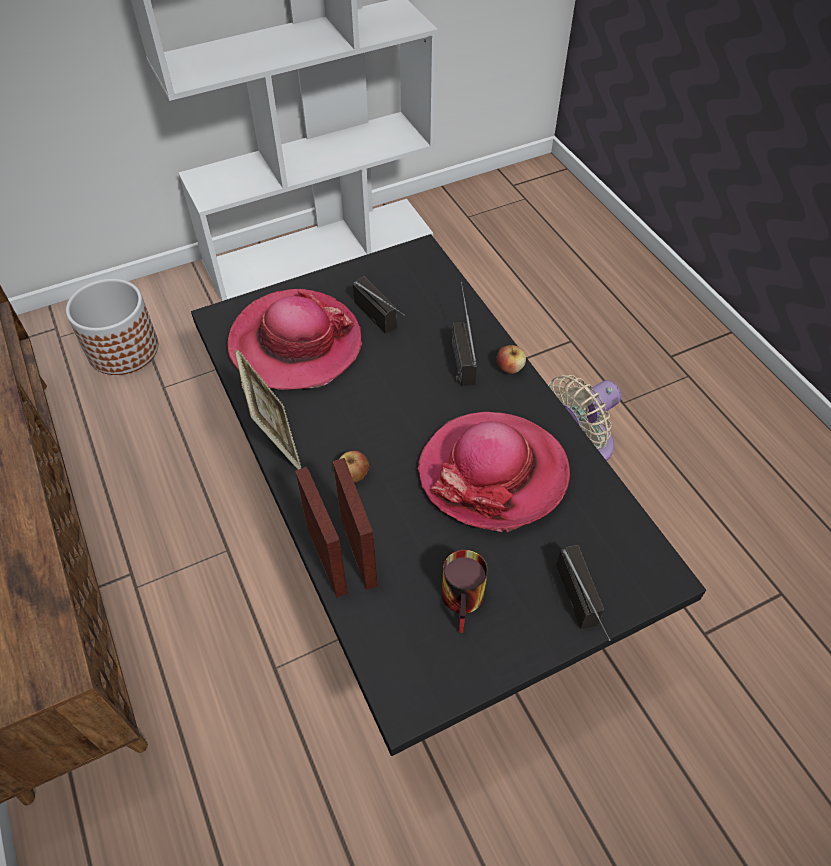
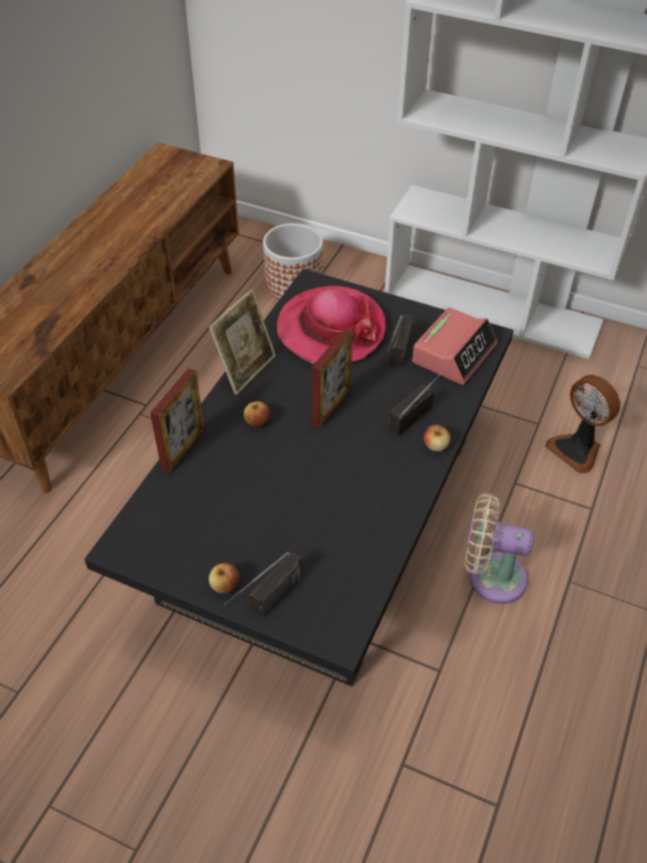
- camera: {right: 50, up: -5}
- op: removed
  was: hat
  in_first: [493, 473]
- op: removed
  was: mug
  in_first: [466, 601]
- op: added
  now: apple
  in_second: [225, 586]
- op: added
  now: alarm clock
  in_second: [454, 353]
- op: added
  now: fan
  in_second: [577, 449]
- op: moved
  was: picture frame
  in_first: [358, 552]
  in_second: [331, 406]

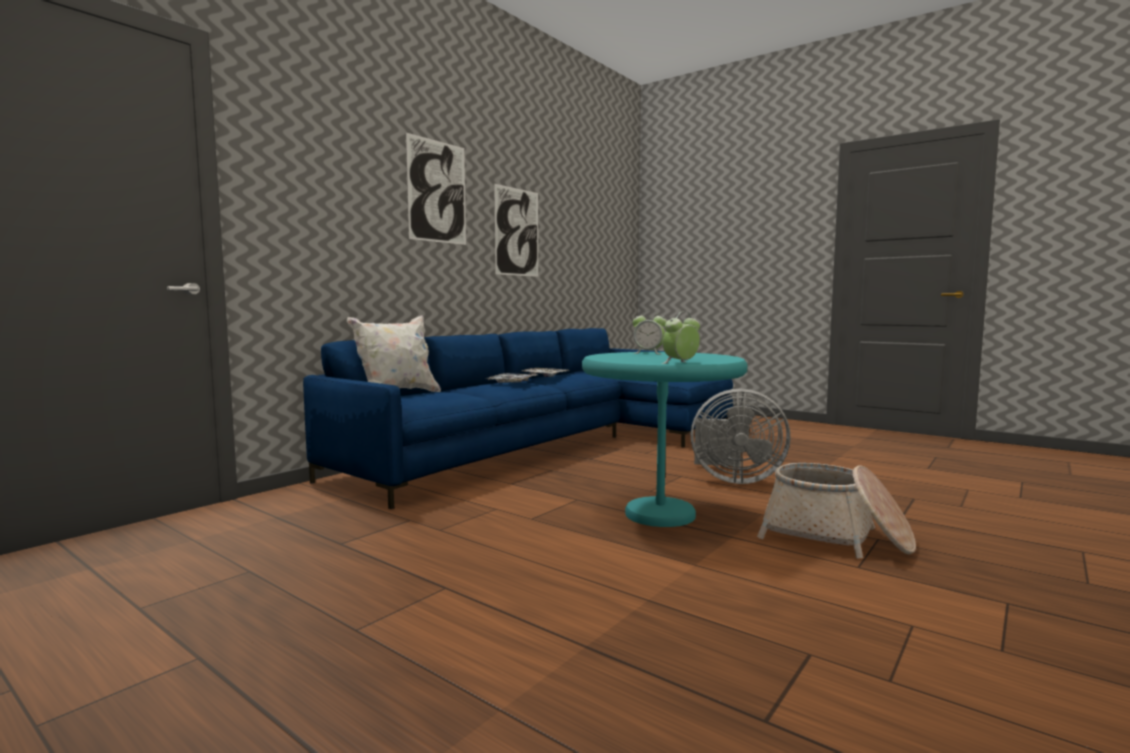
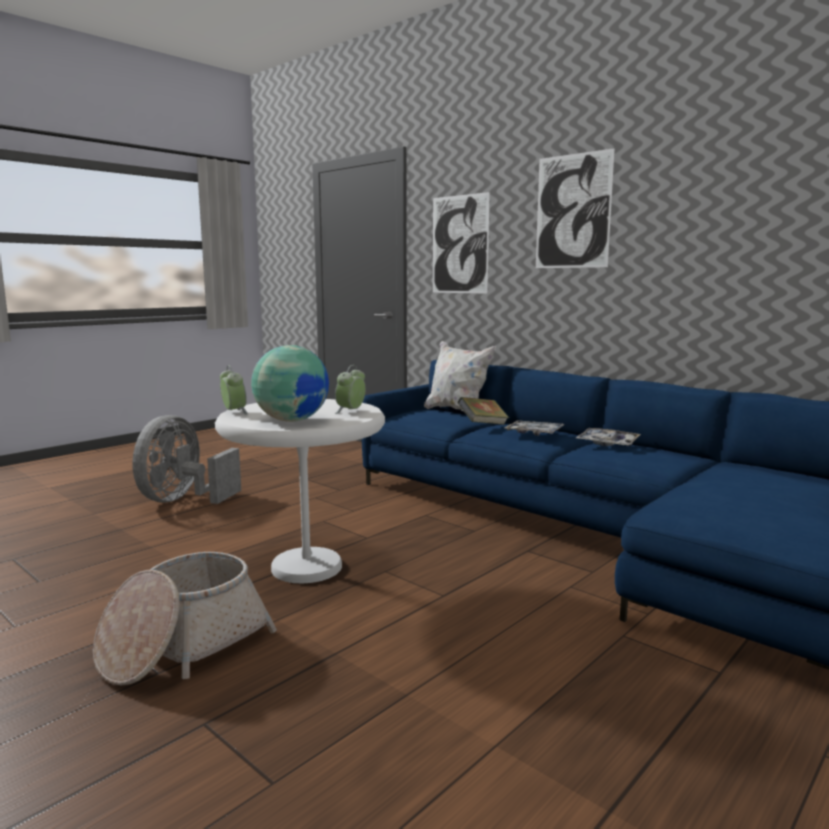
- camera: {right: 95, up: 5}
- op: added
  now: globe
  in_second: [291, 420]
- op: added
  now: book
  in_second: [483, 425]
- op: moved
  was: picture
  in_first: [517, 232]
  in_second: [459, 244]
- op: moved
  was: grey fan
  in_first: [733, 479]
  in_second: [183, 500]
- op: recoloured
  was: turquoise side table
  now: white side table
  in_first: [660, 514]
  in_second: [307, 567]

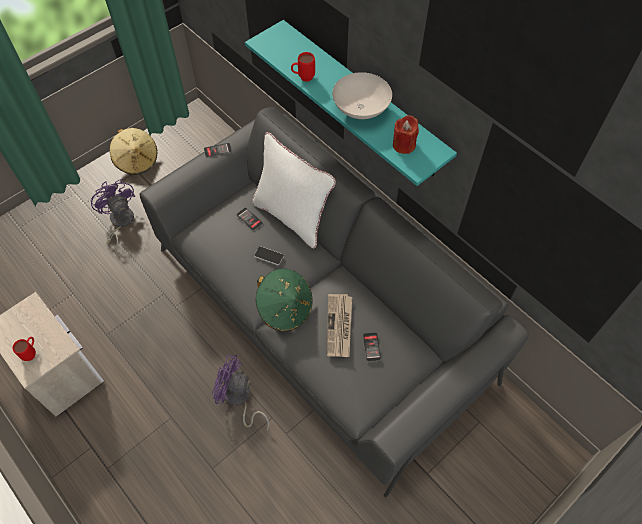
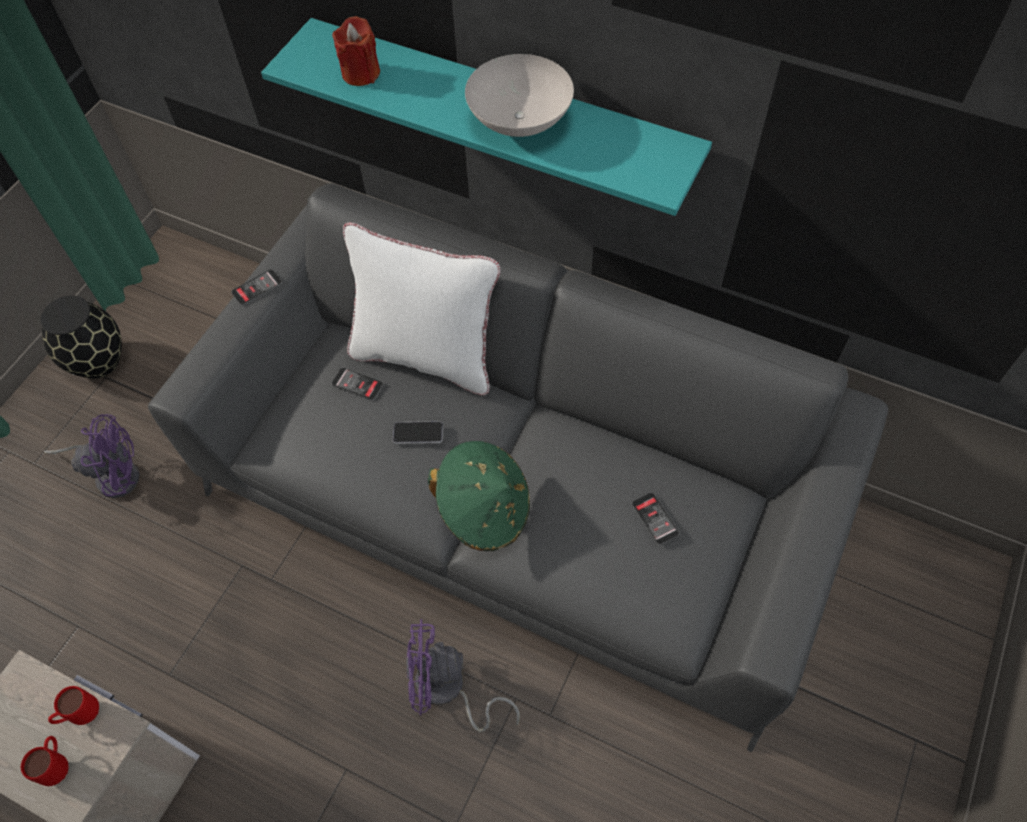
- camera: {right: -20, up: 0}
- op: removed
  was: newspaper
  in_first: [339, 326]
- op: moved
  was: red mug
  in_first: [303, 78]
  in_second: [82, 715]
- op: moved
  was: red candle
  in_first: [404, 145]
  in_second: [361, 73]
- op: replaced
  was: beige hat
  now: black vase
  in_first: [137, 160]
  in_second: [99, 360]
- op: turned
  was: purple fan
  in_first: [120, 223]
  in_second: [113, 474]
  clockwise: 135

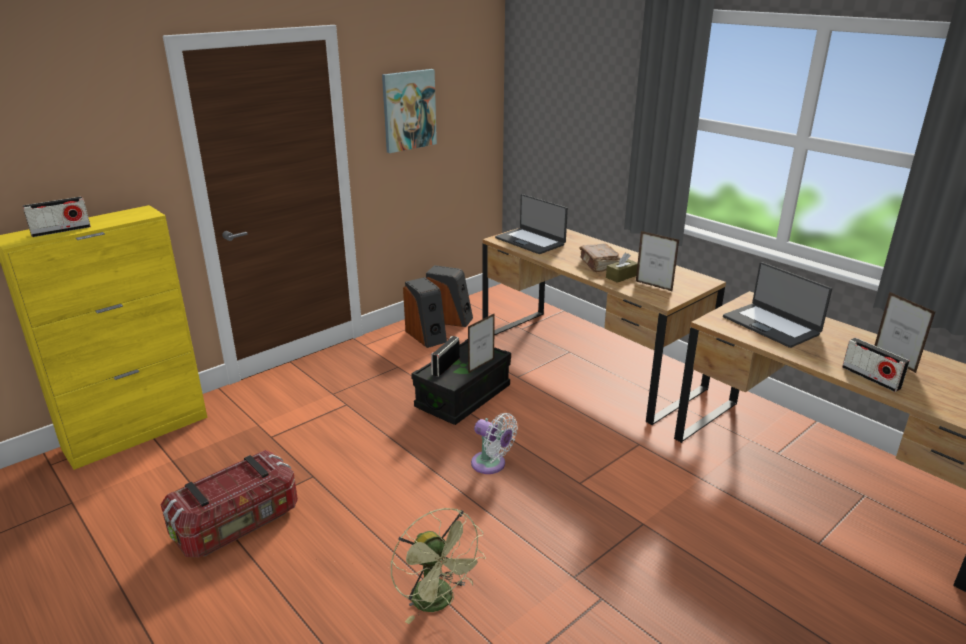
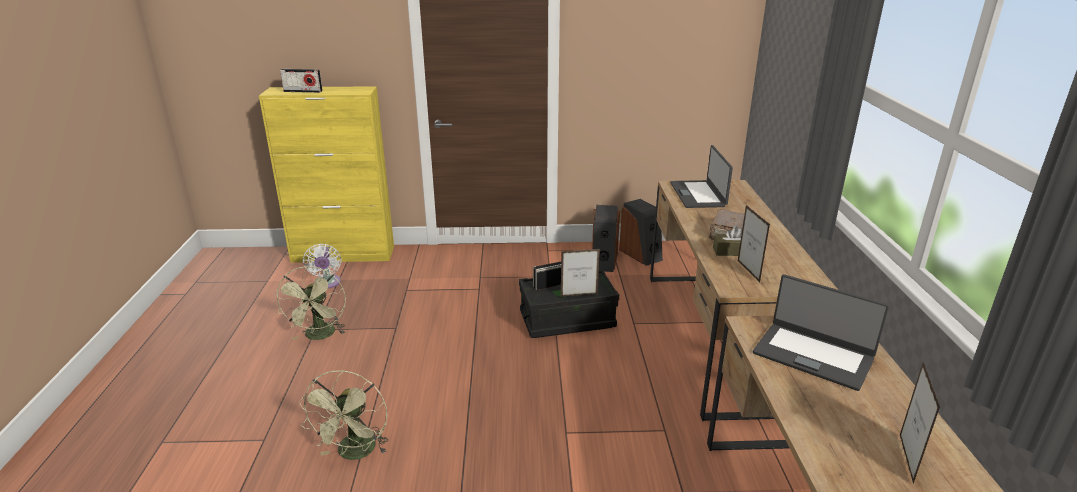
- camera: {right: 40, up: 0}
- op: removed
  was: picture
  in_first: [409, 110]
- op: removed
  was: radio
  in_first: [870, 378]
- op: moved
  was: white fan
  in_first: [491, 465]
  in_second: [327, 283]
- op: replaced
  was: storage box
  now: green fan
  in_first: [237, 524]
  in_second: [320, 336]
- op: turned
  was: laptop
  in_first: [771, 325]
  in_second: [813, 355]
  clockwise: -60

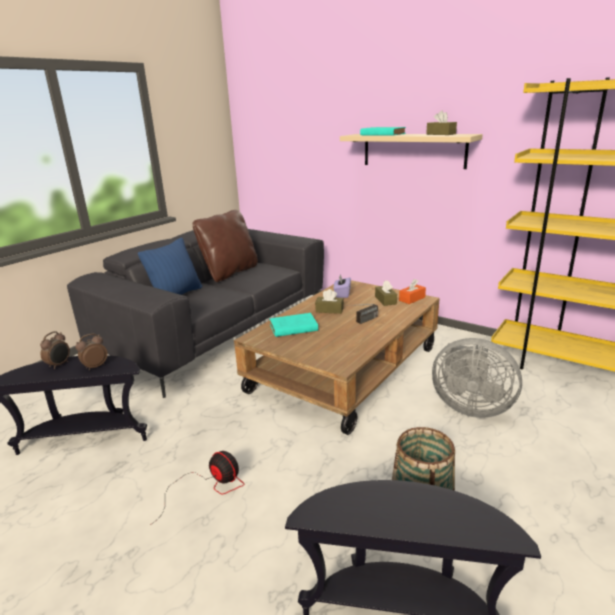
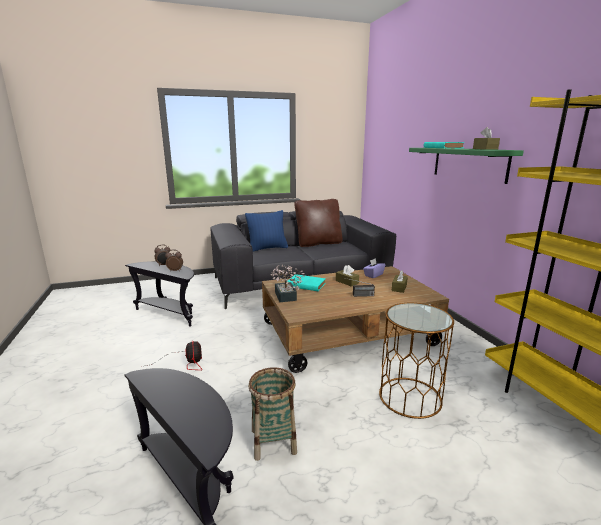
- camera: {right: 35, up: -5}
- op: removed
  was: orange tissue box
  in_first: [412, 299]
- op: added
  now: potted plant
  in_second: [285, 297]
- op: replaced
  was: grey fan
  now: brown side table
  in_first: [469, 407]
  in_second: [410, 397]
- op: recoloured
  was: beige shelf
  now: green shelf
  in_first: [413, 150]
  in_second: [469, 163]

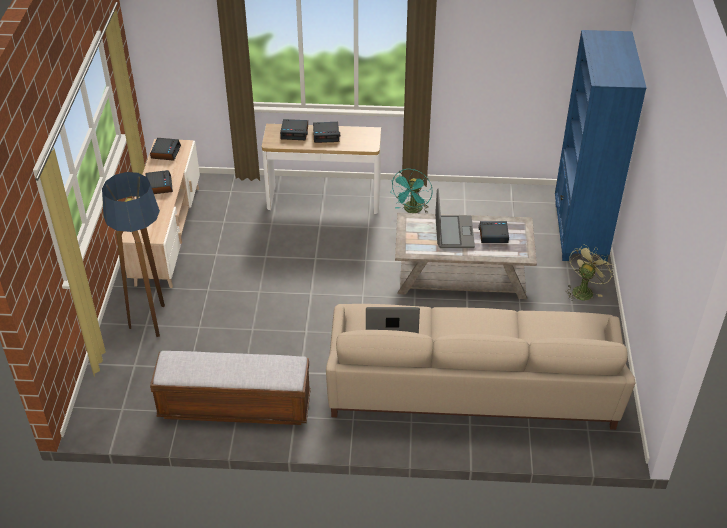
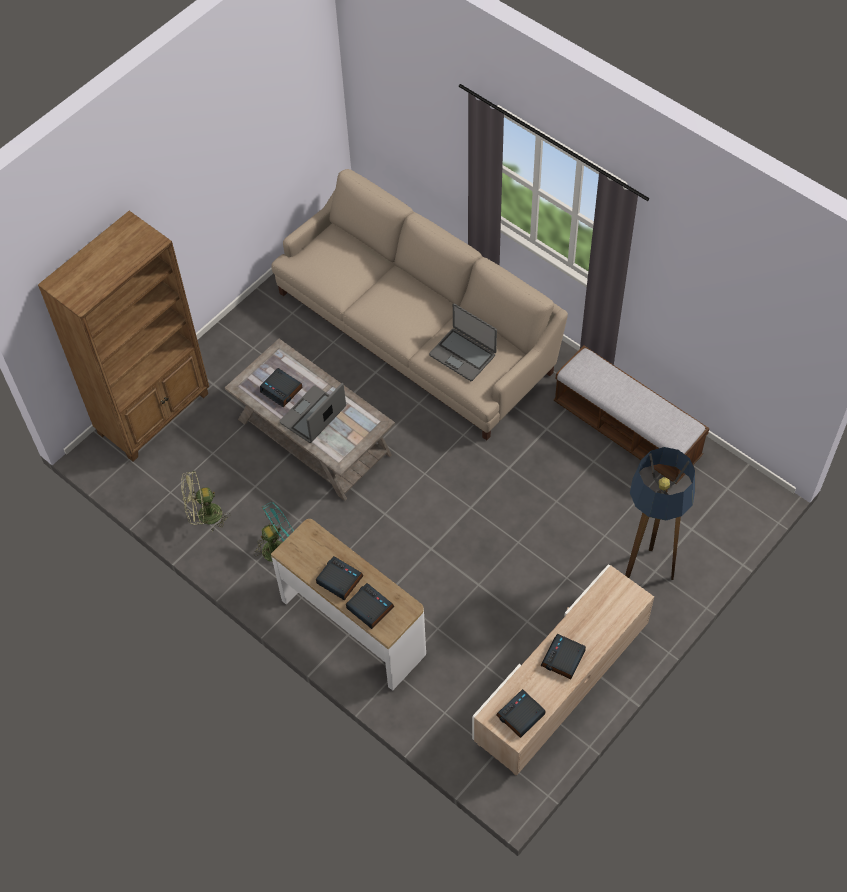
- camera: {right: -140, up: 15}
- op: moved
  was: green fan
  in_first: [584, 290]
  in_second: [204, 516]
- op: recoloured
  was: blue bookcase
  now: brown bookcase
  in_first: [579, 232]
  in_second: [155, 413]

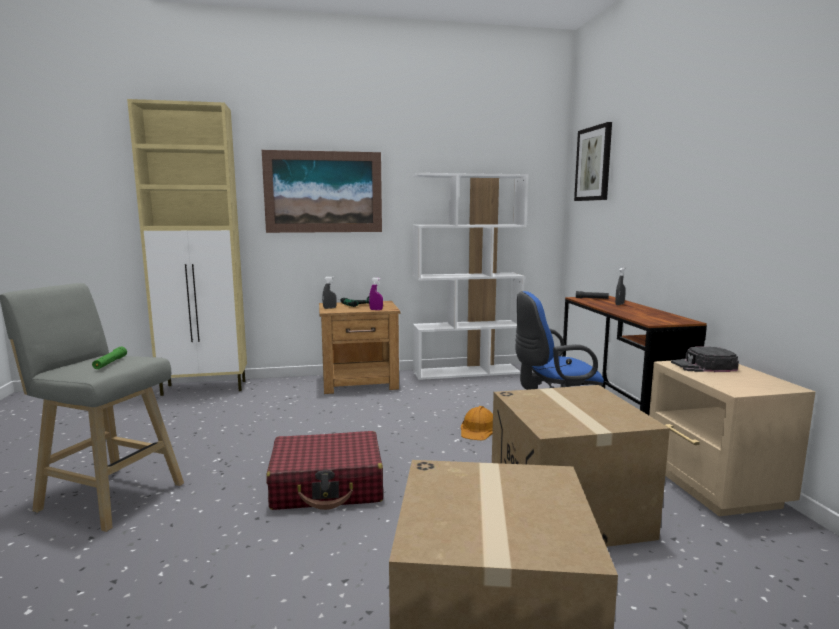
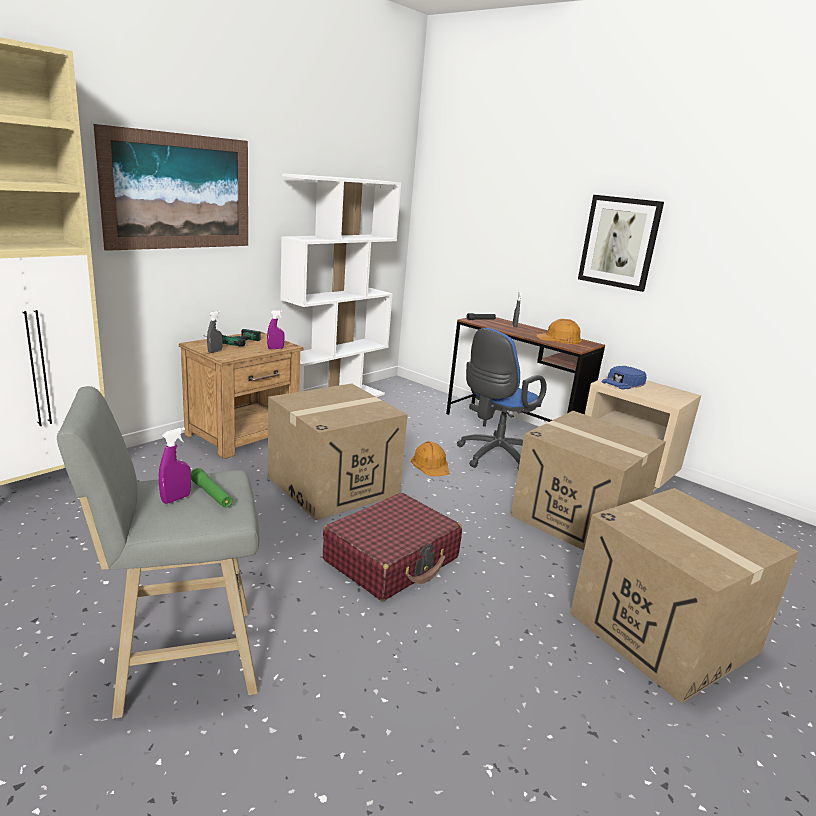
- camera: {right: -40, up: 10}
- op: added
  now: purple spray bottle
  in_second: [176, 499]
- op: added
  now: cardboard box
  in_second: [333, 485]
- op: added
  now: orange hard hat
  in_second: [559, 339]
- op: moved
  was: picture
  in_first: [593, 164]
  in_second: [619, 242]
- op: recoloured
  was: black cap
  now: blue cap
  in_first: [703, 366]
  in_second: [623, 383]

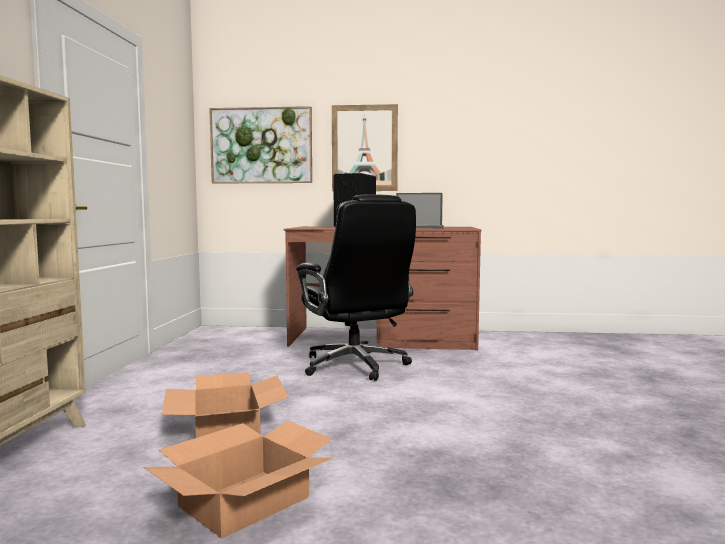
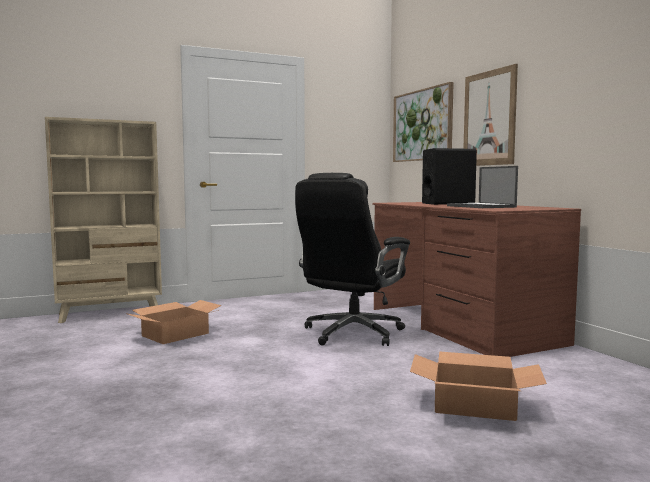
- camera: {right: 60, up: 0}
- op: moved
  was: cardboard box
  in_first: [244, 501]
  in_second: [474, 404]

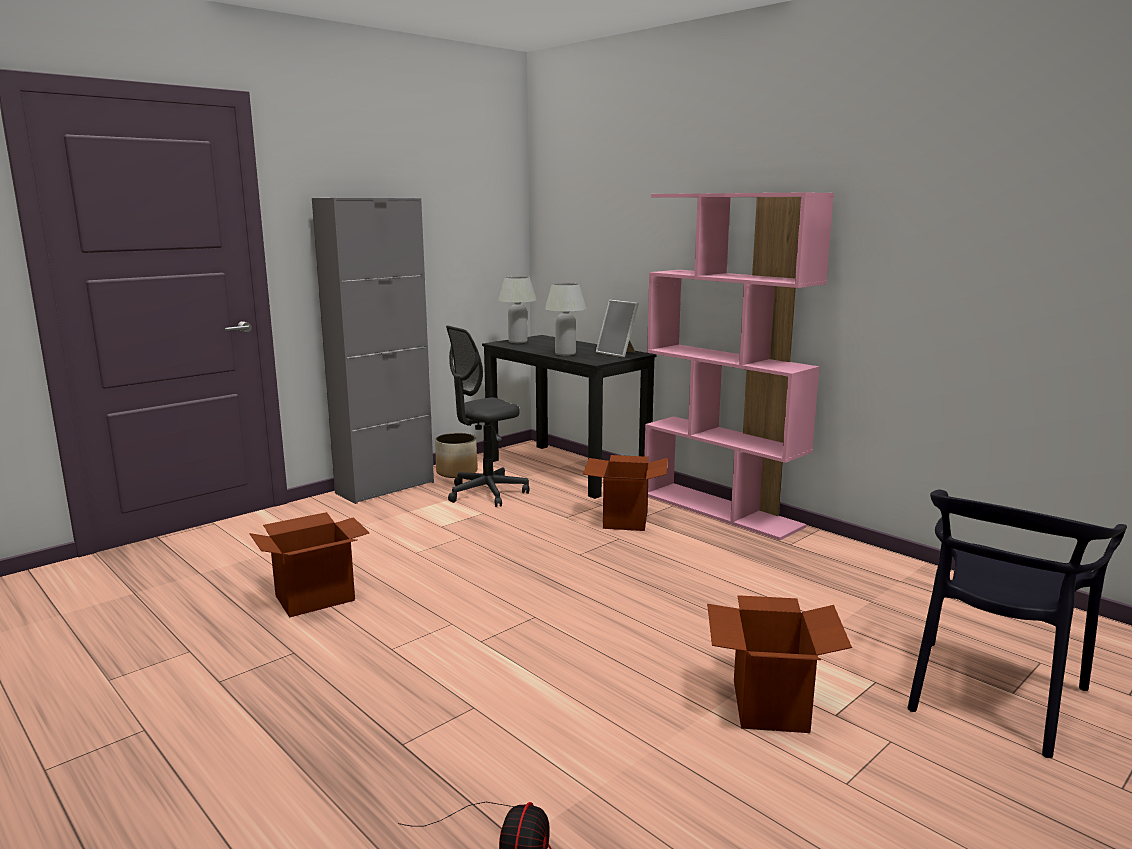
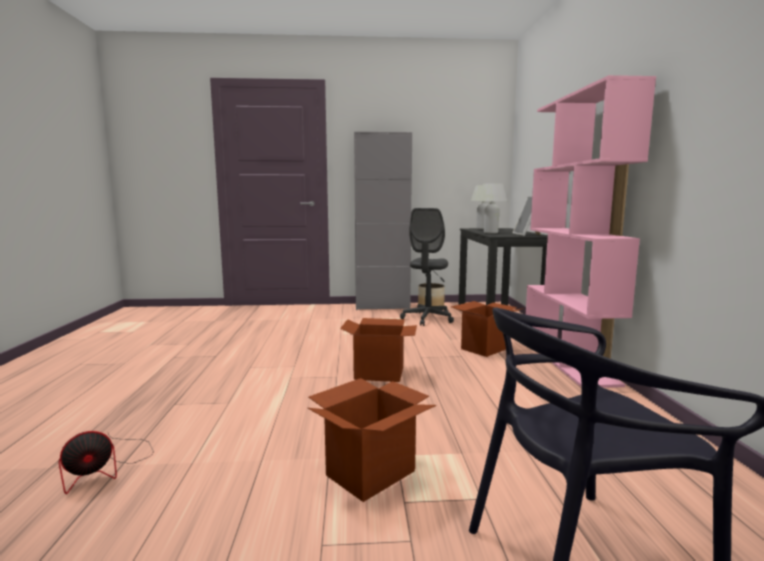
- camera: {right: 40, up: -5}
- op: moved
  was: cardboard box
  in_first: [315, 598]
  in_second: [379, 374]
- op: turned
  was: grey office chair
  in_first: [486, 493]
  in_second: [427, 319]
  clockwise: -75

